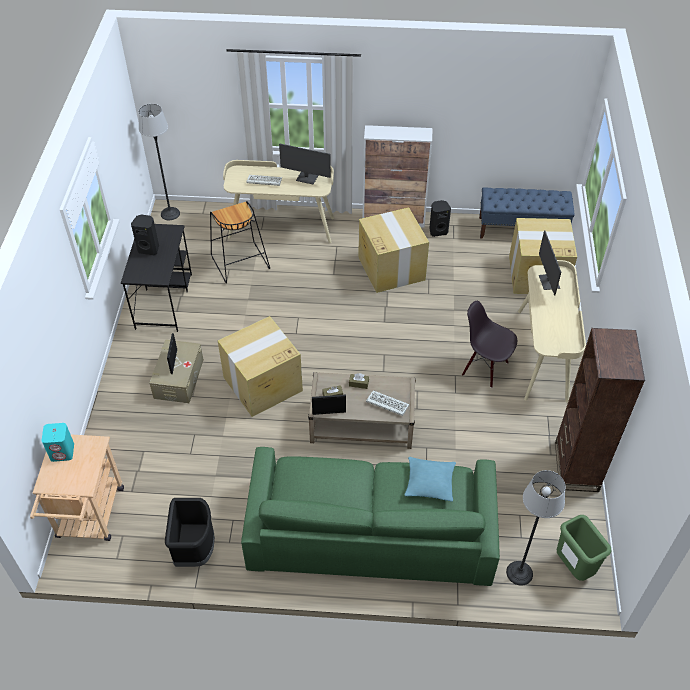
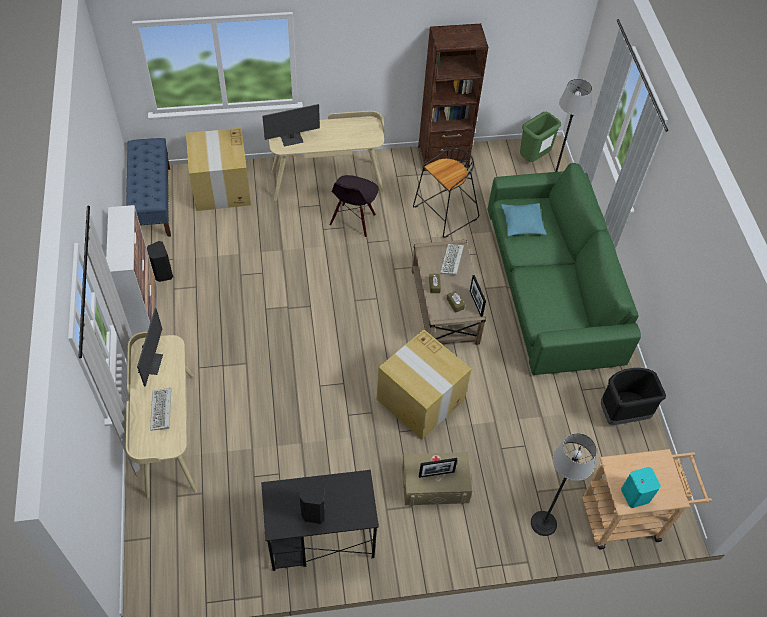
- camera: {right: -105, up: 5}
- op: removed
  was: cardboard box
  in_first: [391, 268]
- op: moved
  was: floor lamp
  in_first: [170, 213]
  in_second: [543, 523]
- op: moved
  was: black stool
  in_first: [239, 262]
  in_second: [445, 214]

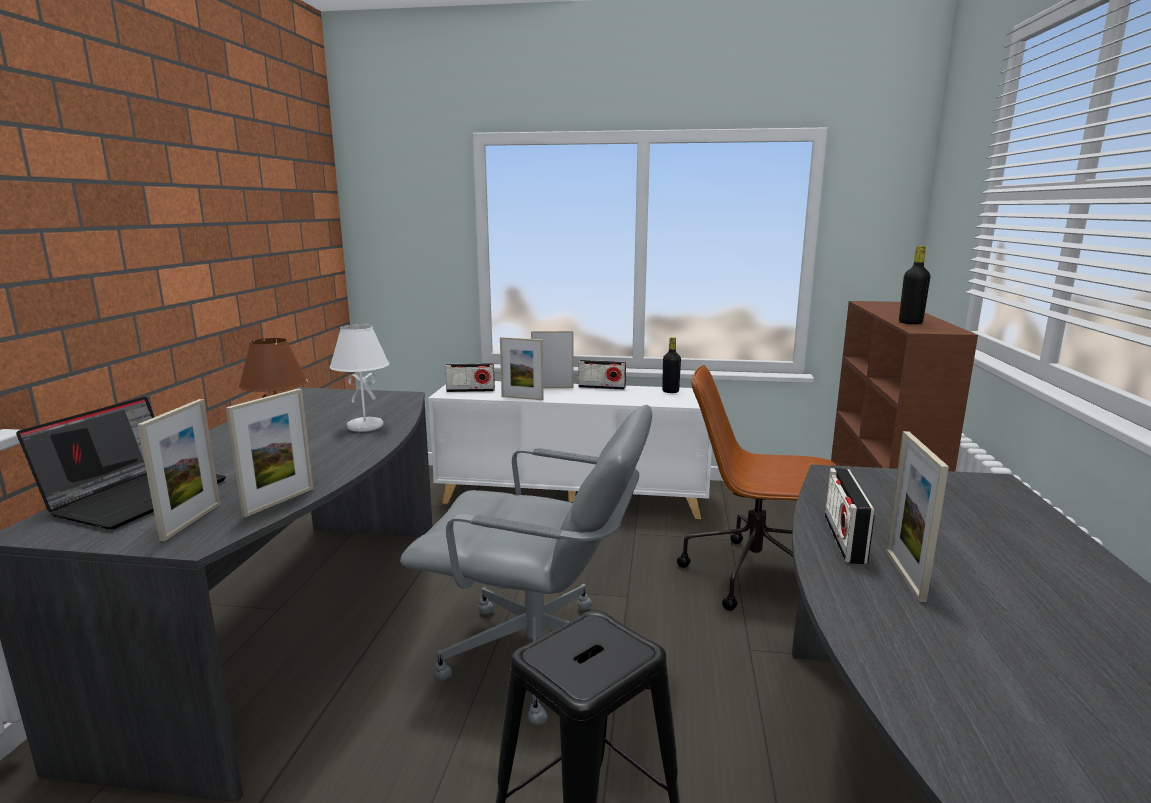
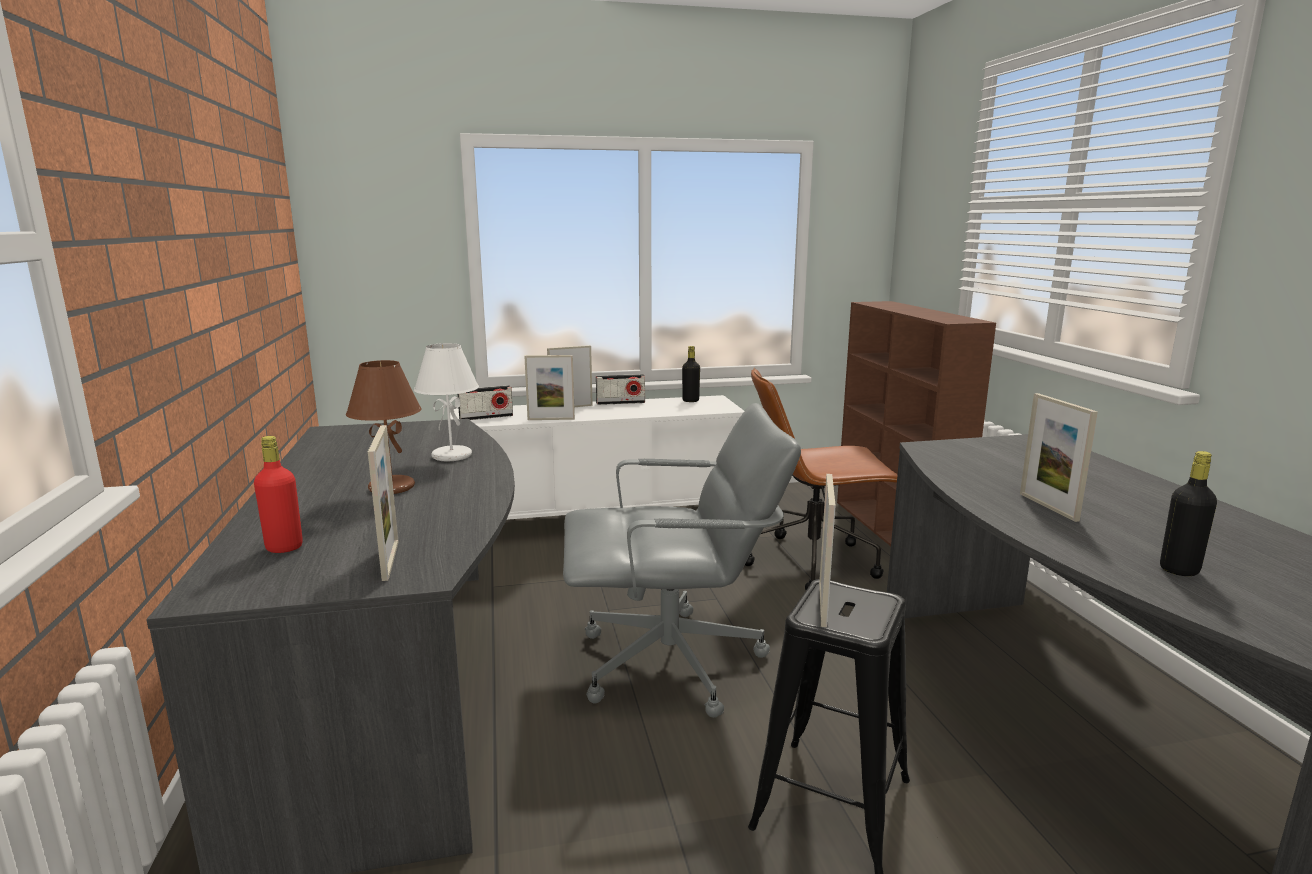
- camera: {right: -20, up: 0}
- op: removed
  was: radio
  in_first: [844, 539]
- op: moved
  was: picture frame
  in_first: [279, 501]
  in_second: [822, 604]
- op: moved
  was: black bottle
  in_first: [910, 323]
  in_second: [1179, 570]
- op: replaced
  was: laptop
  now: red bottle
  in_first: [138, 495]
  in_second: [284, 547]

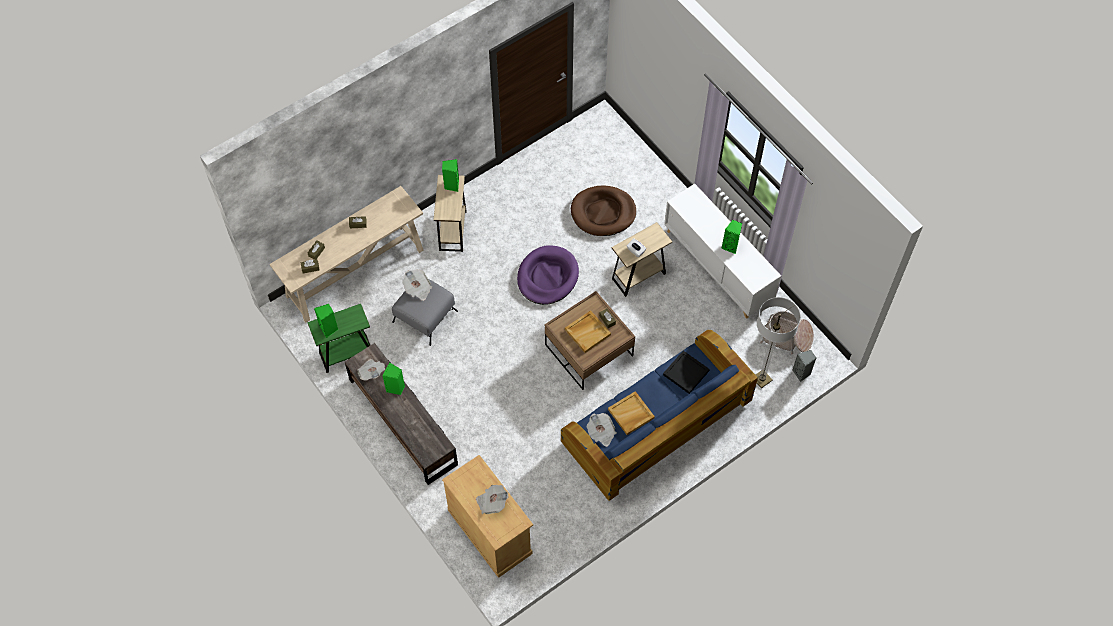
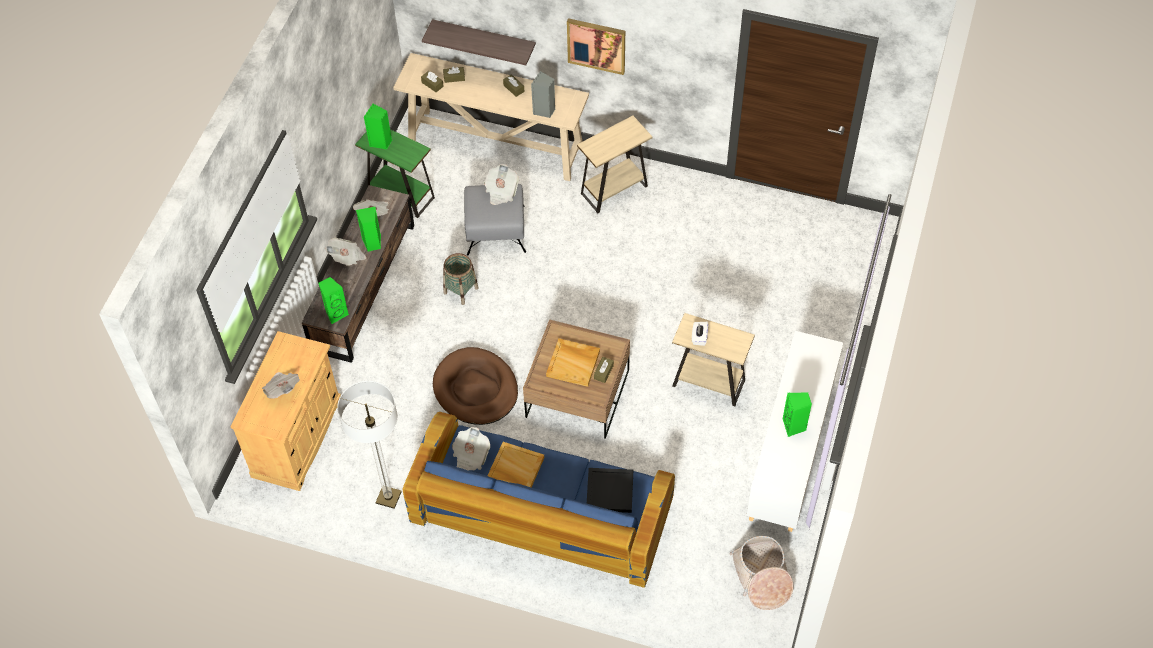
- camera: {right: 55, up: -5}
- op: removed
  was: purple dog bed
  in_first: [547, 277]
- op: added
  now: newspaper
  in_second: [347, 257]
- op: added
  now: shelf
  in_second: [484, 40]
- op: added
  now: basket
  in_second: [461, 290]
- op: added
  now: picture
  in_second: [596, 45]
- op: moved
  was: green speaker
  in_first: [451, 185]
  in_second: [336, 313]
- op: moved
  was: brown dog bed
  in_first: [603, 212]
  in_second: [476, 389]
- op: moved
  was: floor lamp
  in_first: [762, 379]
  in_second: [388, 497]
- op: moved
  was: grey speaker
  in_first: [802, 373]
  in_second: [544, 111]

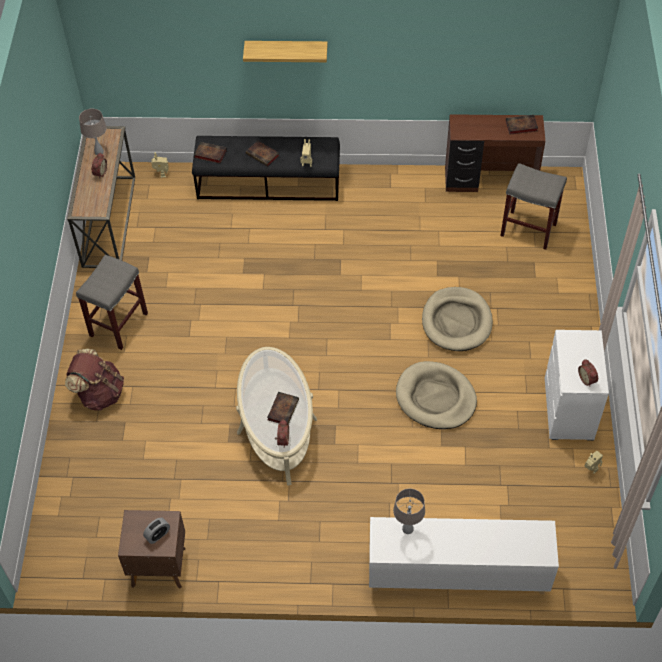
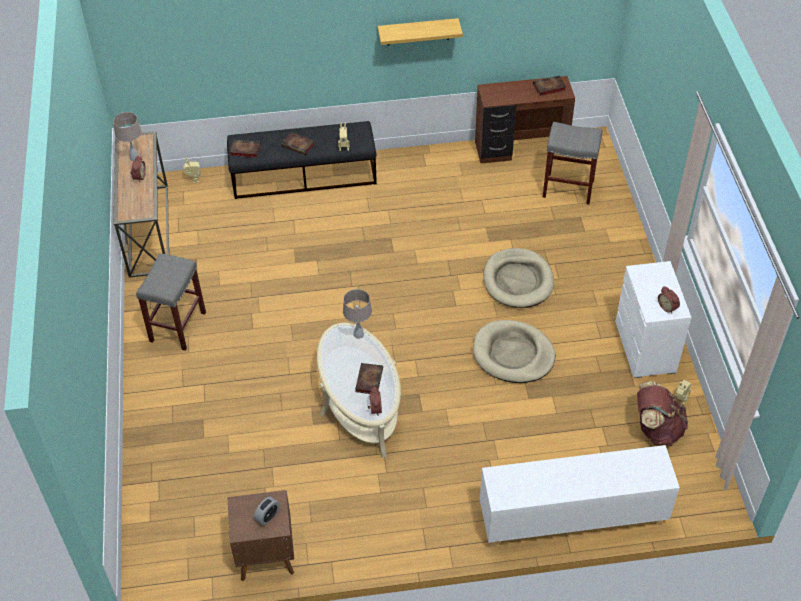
- camera: {right: -10, up: -5}
- op: moved
  was: brown backpack
  in_first: [99, 393]
  in_second: [656, 429]
- op: moved
  was: shelf
  in_first: [286, 50]
  in_second: [418, 32]
- op: moved
  was: beige table lamp
  in_first: [407, 529]
  in_second: [358, 334]

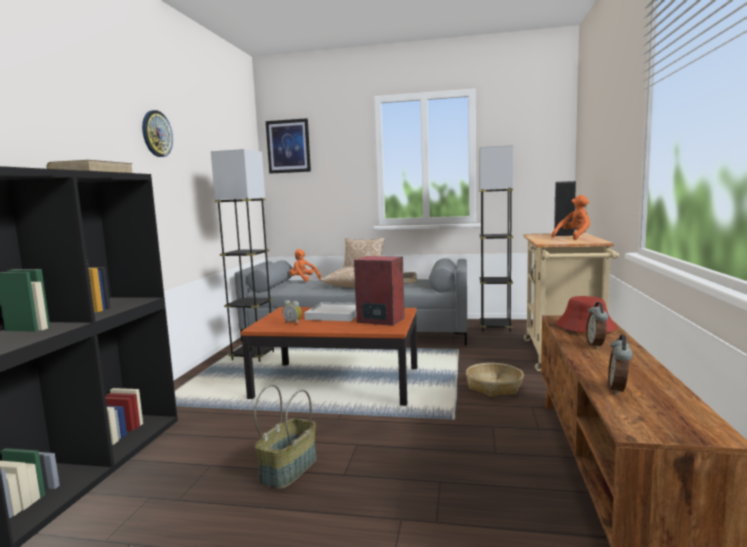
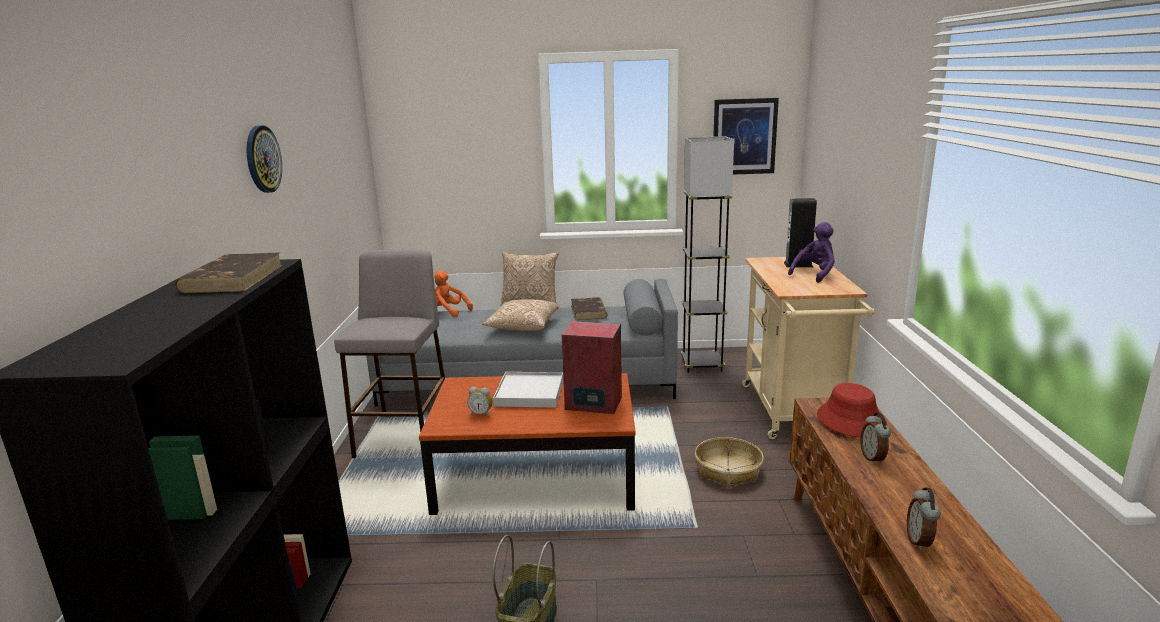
- camera: {right: -10, up: 10}
- op: moved
  was: picture
  in_first: [288, 146]
  in_second: [744, 136]
- op: replaced
  was: grey floor lamp
  now: grey stool
  in_first: [253, 356]
  in_second: [404, 435]
- op: recoloured
  was: orange plush toy
  now: purple plush toy
  in_first: [574, 237]
  in_second: [814, 274]

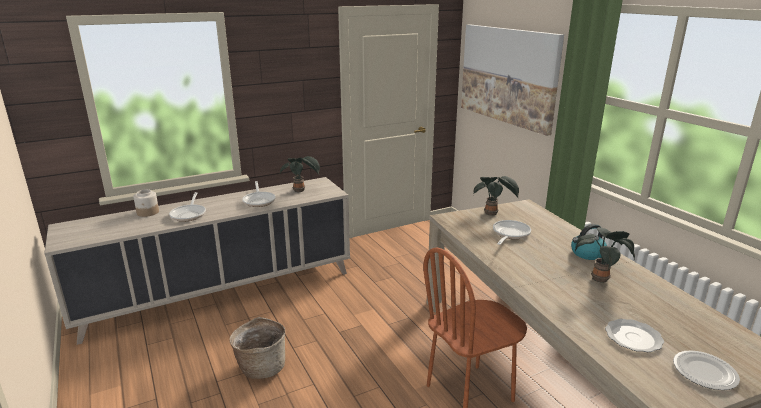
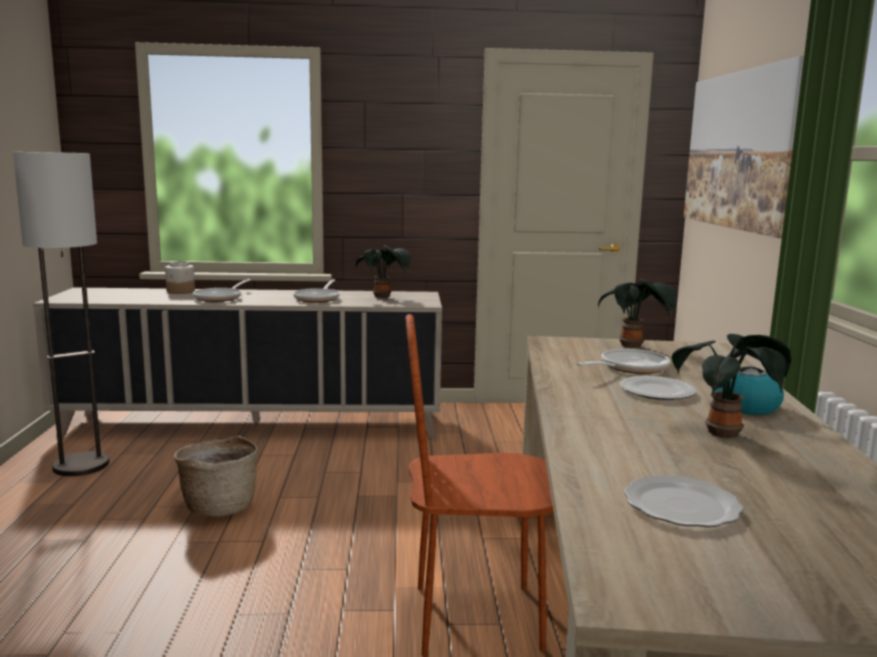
- camera: {right: 25, up: -10}
- op: added
  now: floor lamp
  in_second: [81, 465]
- op: moved
  was: plate
  in_first: [705, 372]
  in_second: [657, 392]

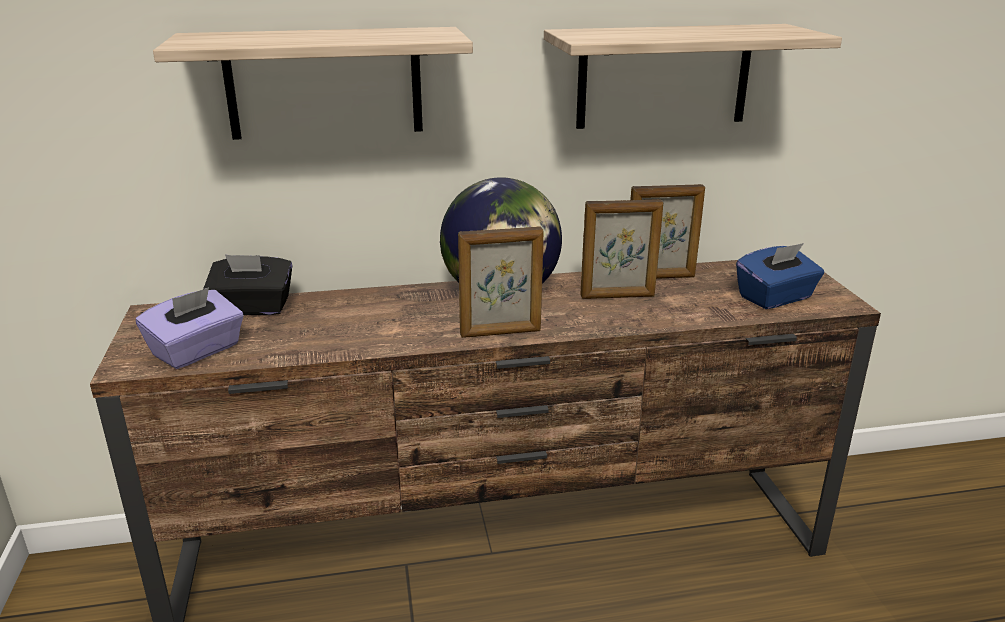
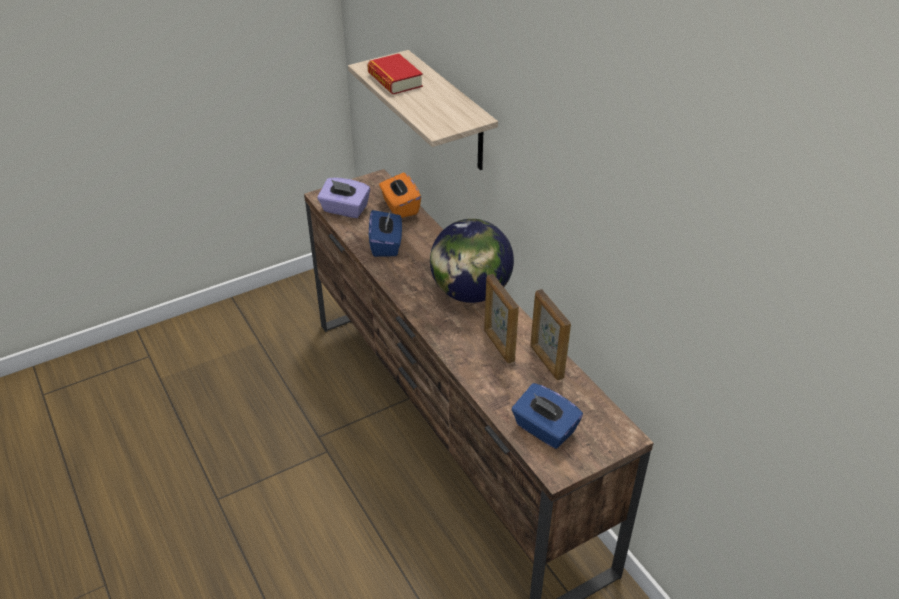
- camera: {right: 70, up: 15}
- op: removed
  was: picture frame
  in_first: [501, 333]
- op: removed
  was: shelf
  in_first: [664, 76]
- op: added
  now: book
  in_second: [395, 80]
- op: added
  now: blue tissue box
  in_second: [386, 245]
- op: recoloured
  was: black tissue box
  now: orange tissue box
  in_first: [252, 308]
  in_second: [400, 207]

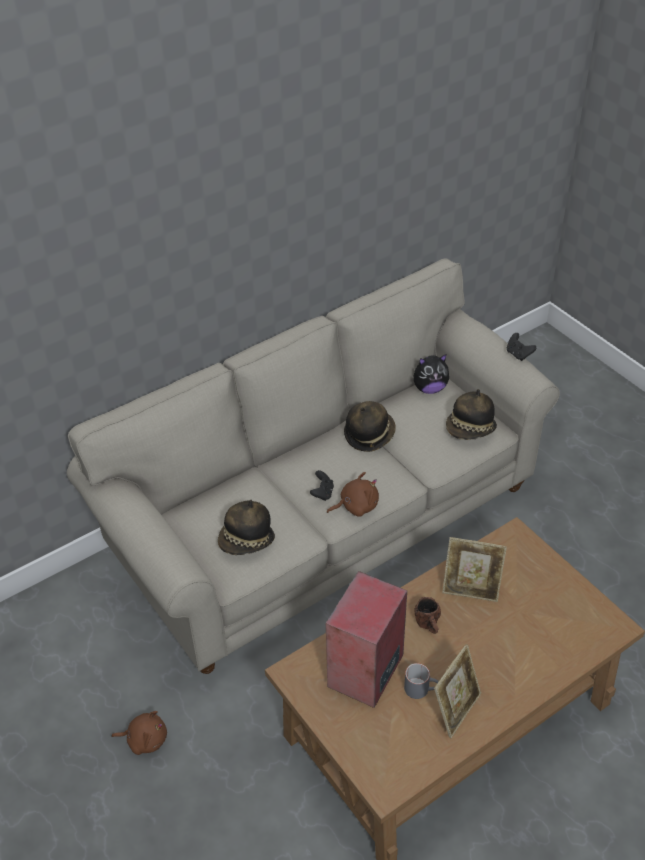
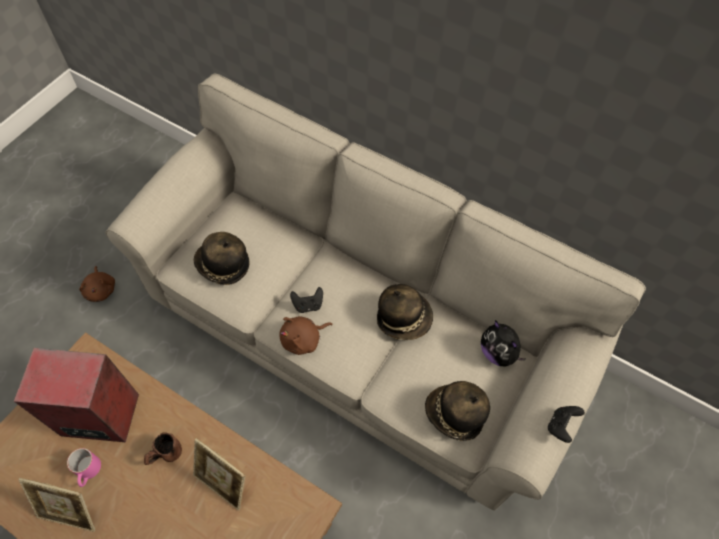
- camera: {right: 65, up: 15}
- op: recoloured
  was: grey mug
  now: pink mug
  in_first: [421, 689]
  in_second: [89, 472]
- op: turned
  was: brown plush toy
  in_first: [356, 506]
  in_second: [303, 339]
  clockwise: 105
- op: turned
  was: picture frame
  in_first: [471, 589]
  in_second: [224, 483]
  clockwise: -45

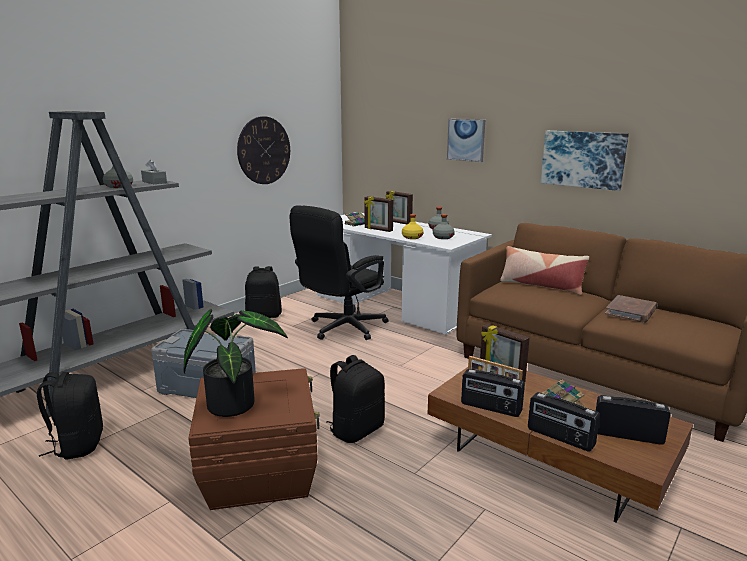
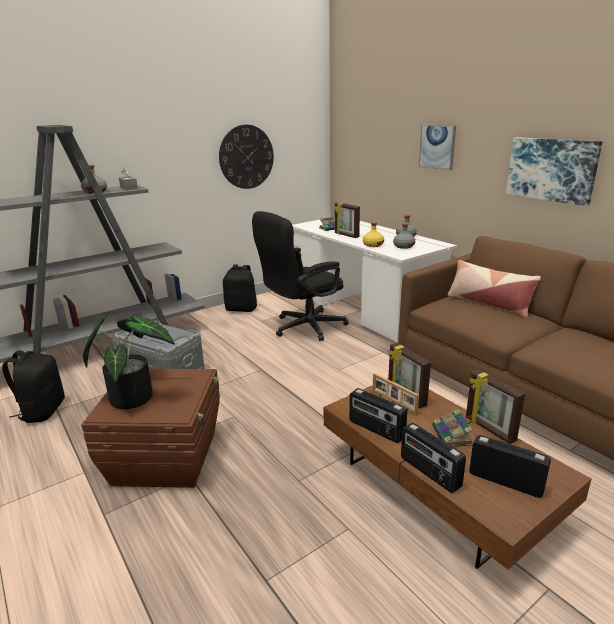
- camera: {right: 15, up: 5}
- op: removed
  was: black backpack
  in_first: [356, 430]
- op: removed
  was: brown book
  in_first: [631, 311]
- op: moved
  was: picture frame
  in_first: [398, 222]
  in_second: [489, 429]

